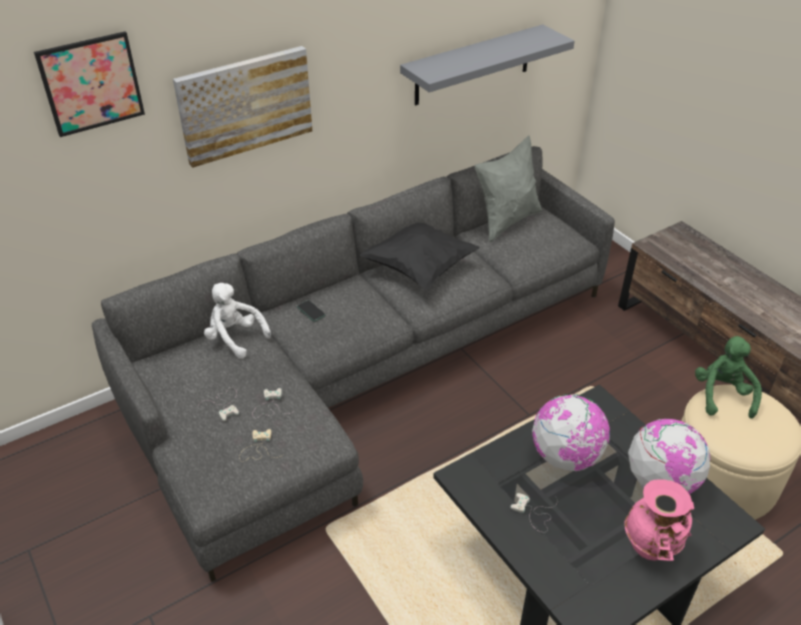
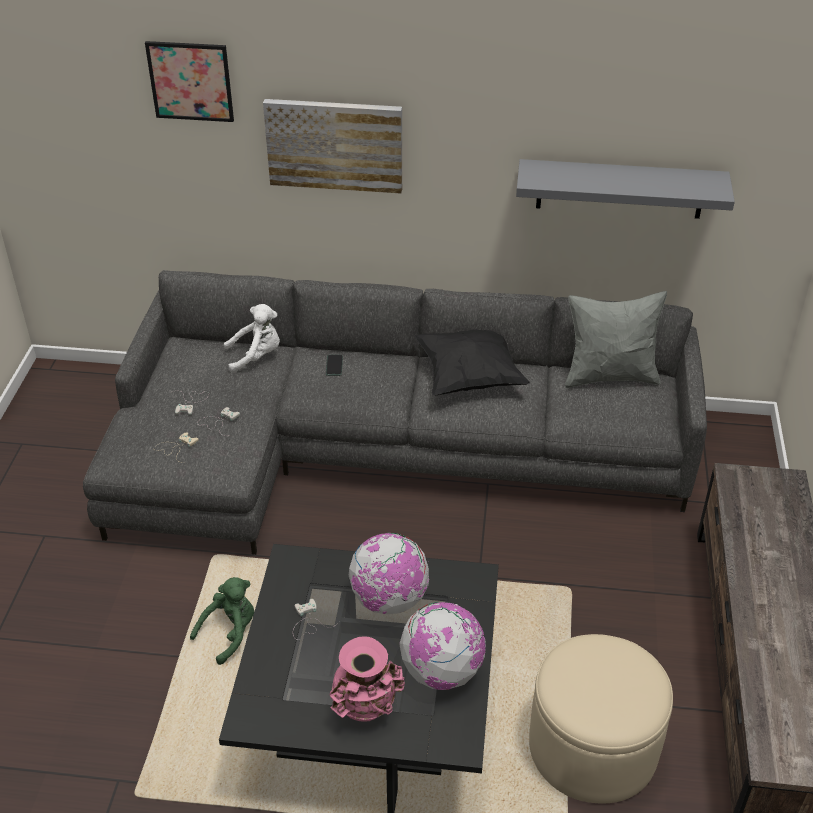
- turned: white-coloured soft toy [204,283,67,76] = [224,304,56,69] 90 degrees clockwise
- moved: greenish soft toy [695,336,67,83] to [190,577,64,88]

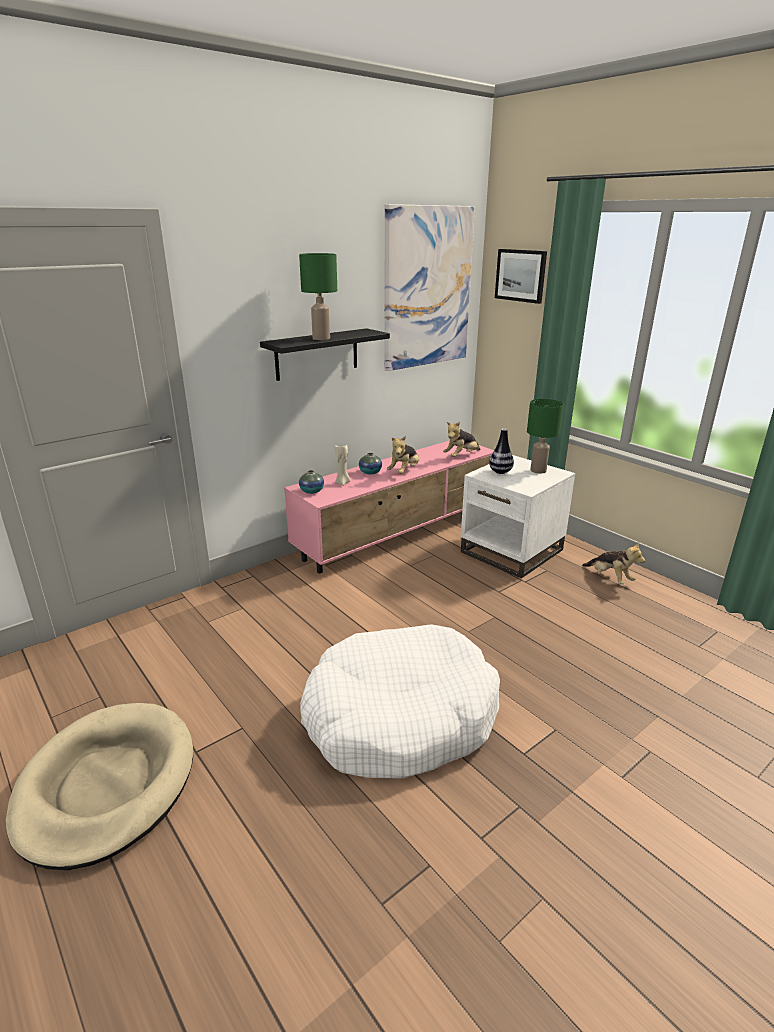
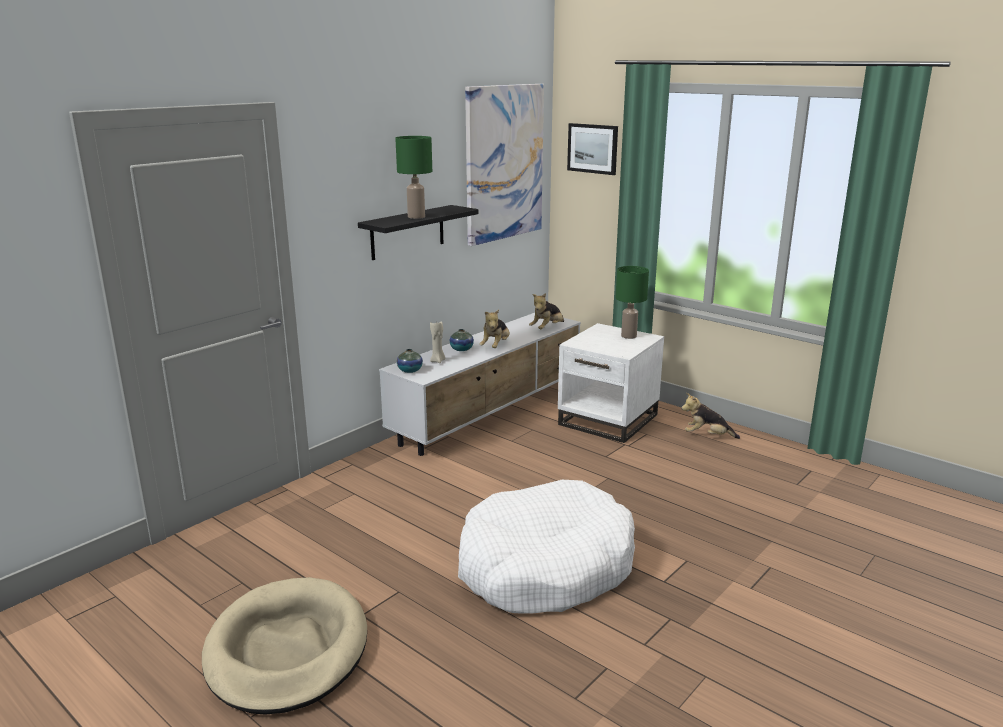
- removed: flower vase [489,429,25,45]
- recoloured: pink-coloured tv stand [284,441,210,132] to white-coloured tv stand [379,313,202,143]
- turned: soft toy [582,542,63,42] = [681,393,59,46] 150 degrees clockwise

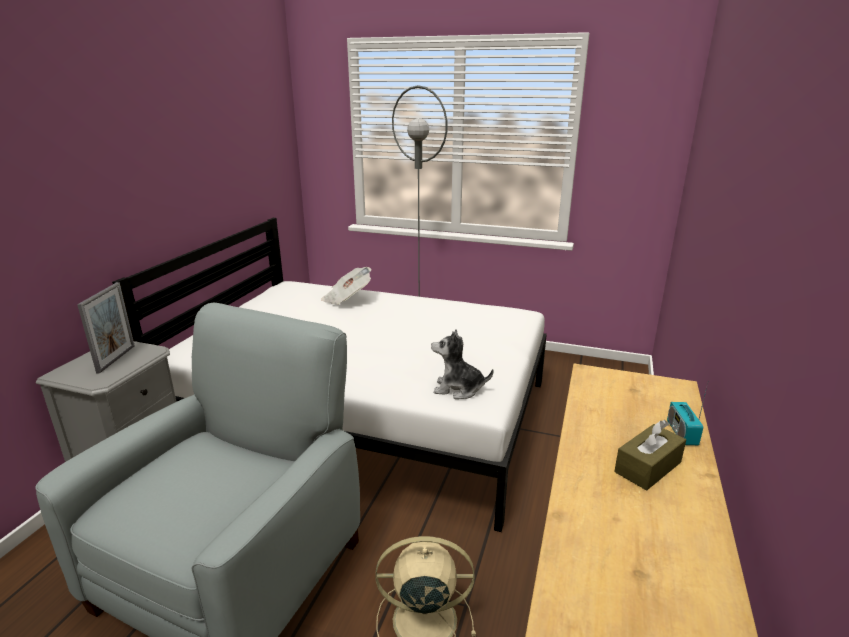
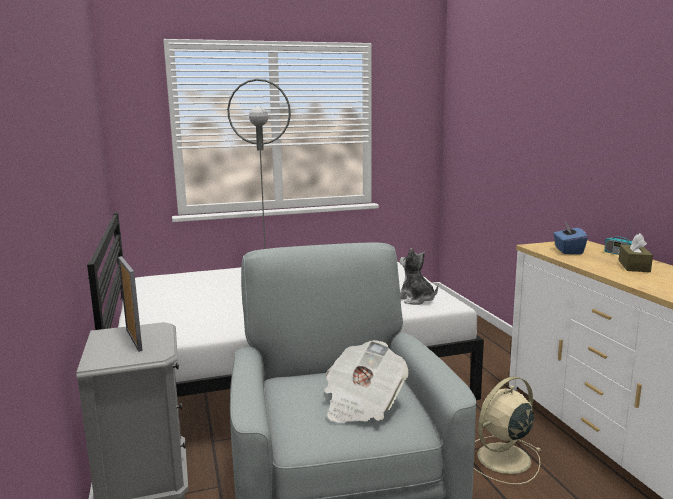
- moved: newspaper [321,267,51,38] to [324,340,85,83]
- turned: soft toy [431,330,63,69] = [399,248,39,57] 75 degrees clockwise
- added: blue-coloured tissue holder [553,222,35,32]

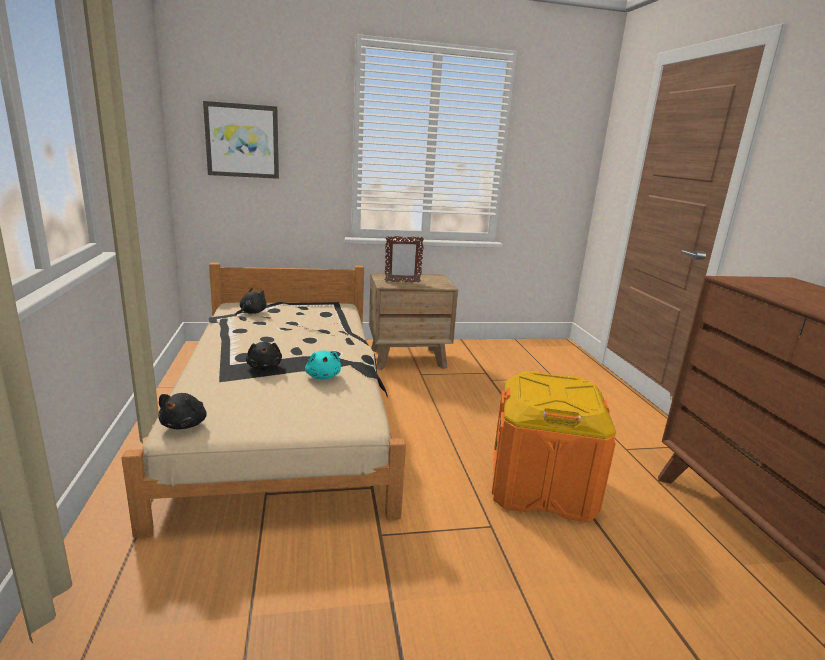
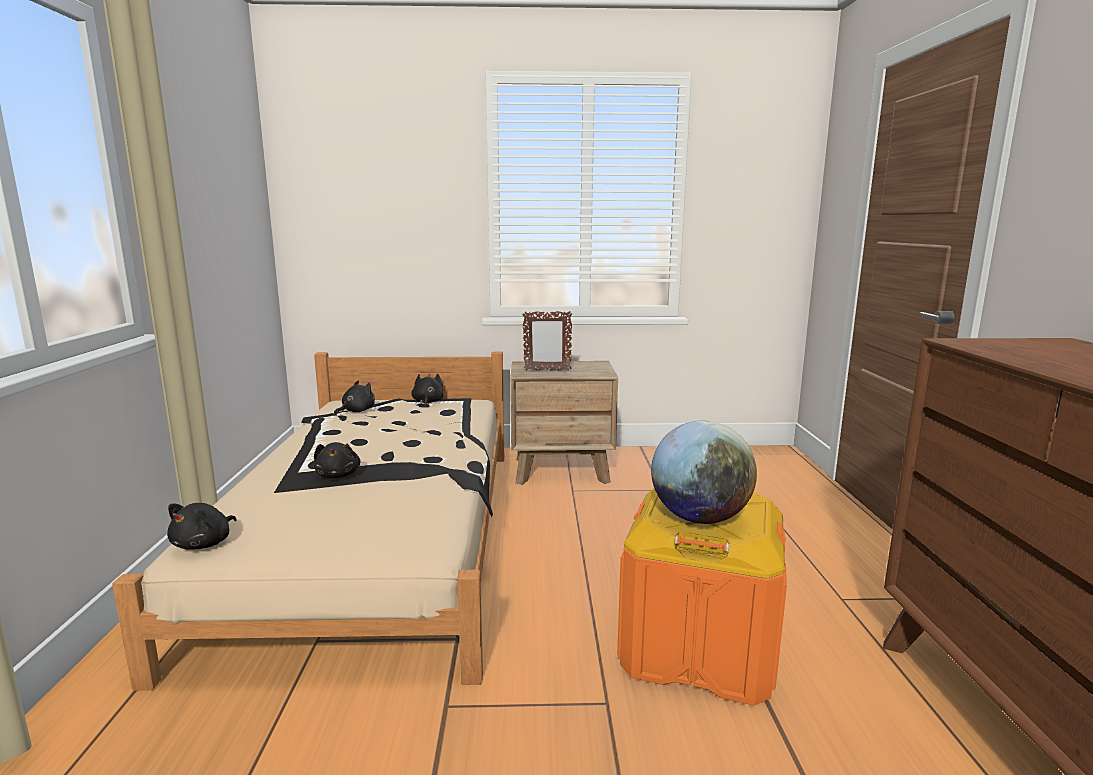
- removed: wall art [203,101,76,78]
- removed: blue-green soft toy [305,350,36,30]
- added: blackish soft toy [411,374,32,33]
- added: world globe [651,420,106,104]

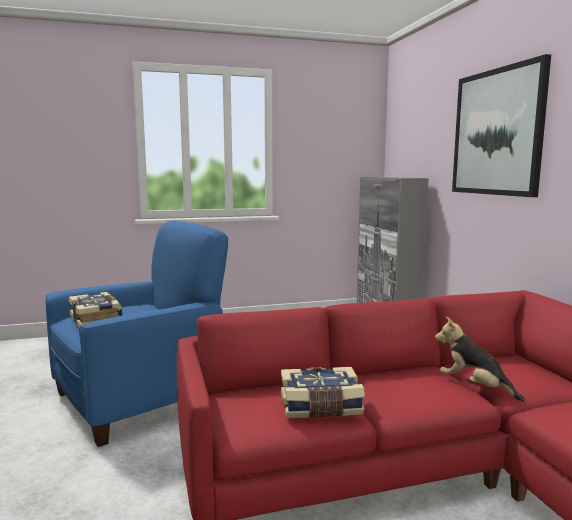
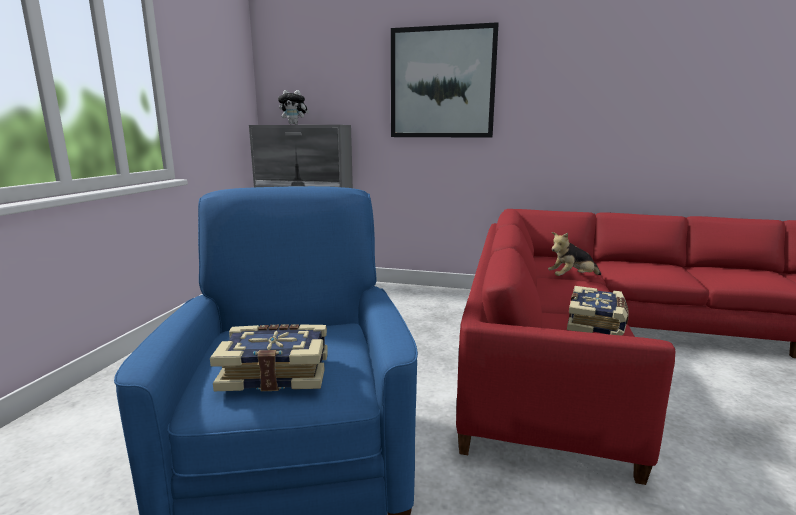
- added: soft toy [278,90,31,35]

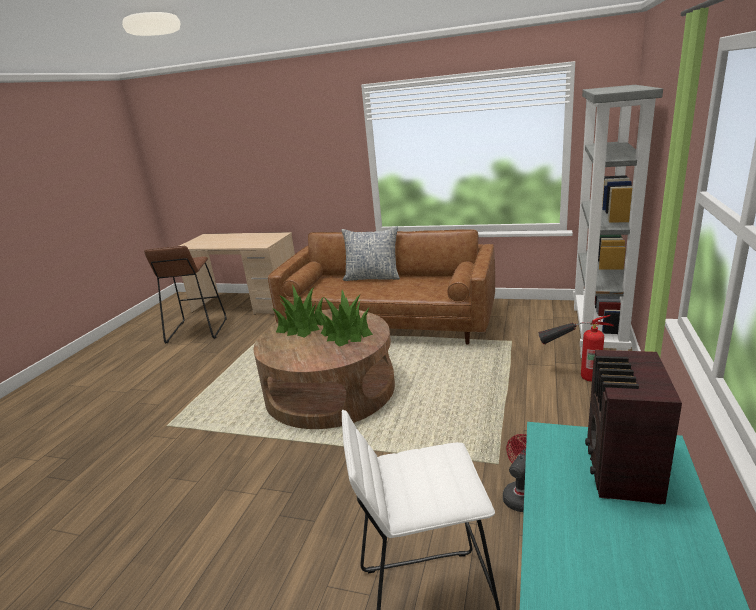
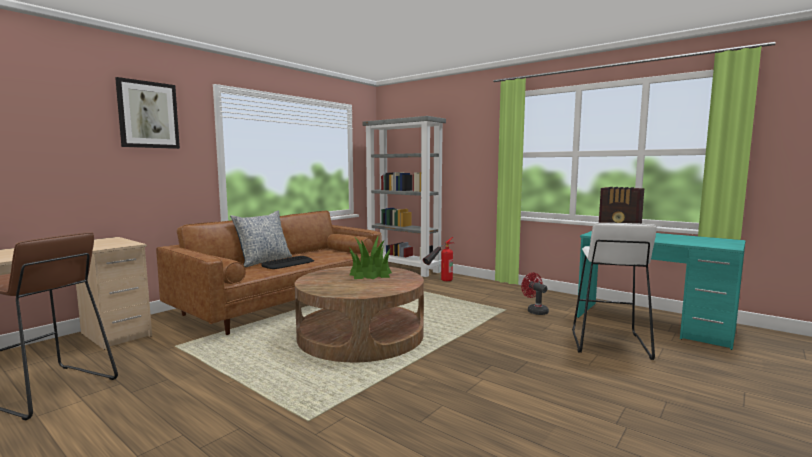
- removed: houseplant [272,284,51,54]
- added: wall art [115,77,65,72]
- added: keyboard [261,256,53,13]

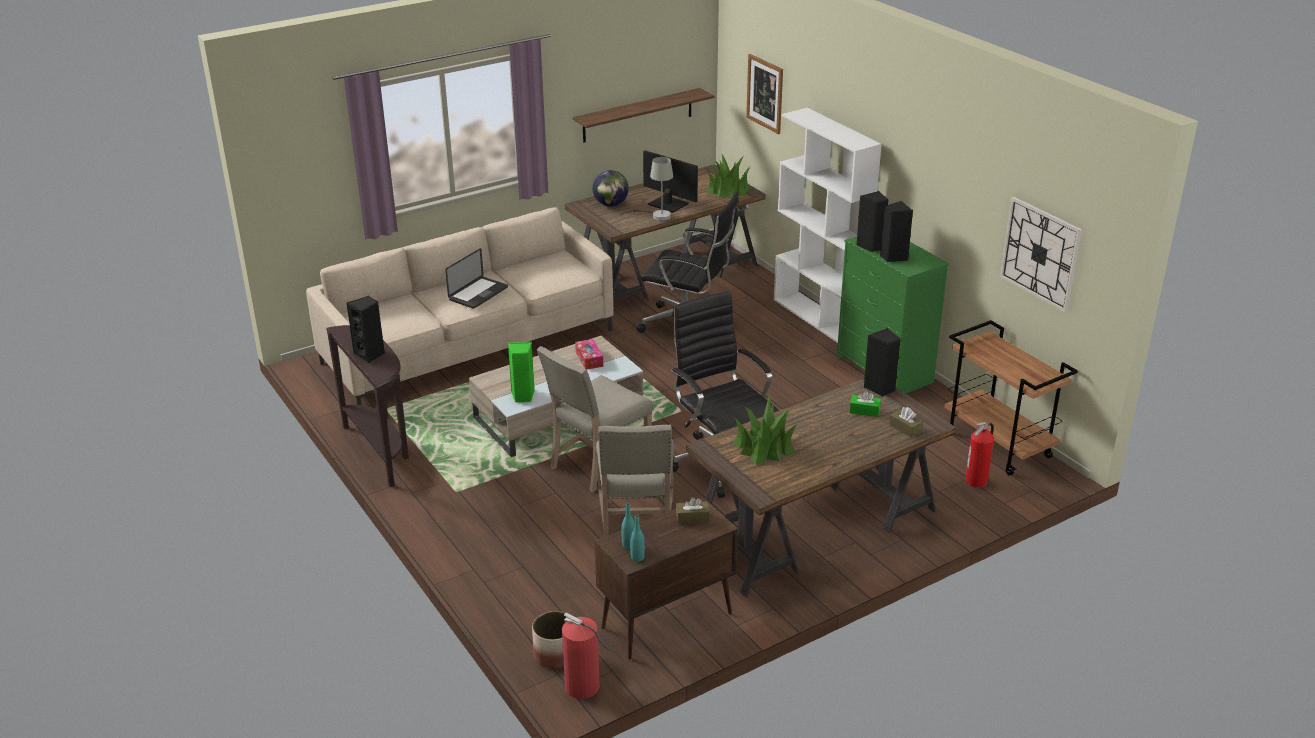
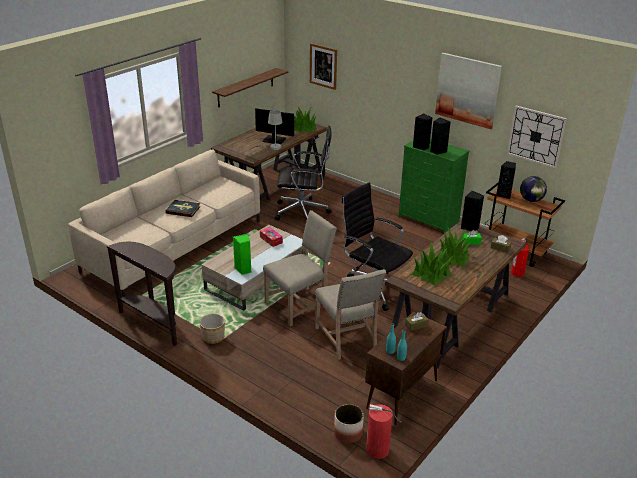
- removed: white-coloured shelving unit [774,108,108,235]
- moved: world globe [593,170,36,37] to [520,176,27,26]
- replaced: laptop [445,248,63,61] to volume [165,200,35,17]
- moved: blackish speaker [347,296,38,67] to [496,161,20,38]
- turned: beige-coloured upright chair [537,346,116,146] = [263,210,74,116] 150 degrees counterclockwise
- added: wall art [435,53,67,76]
- added: houseplant [437,226,34,41]
- added: flower pot [200,314,25,30]

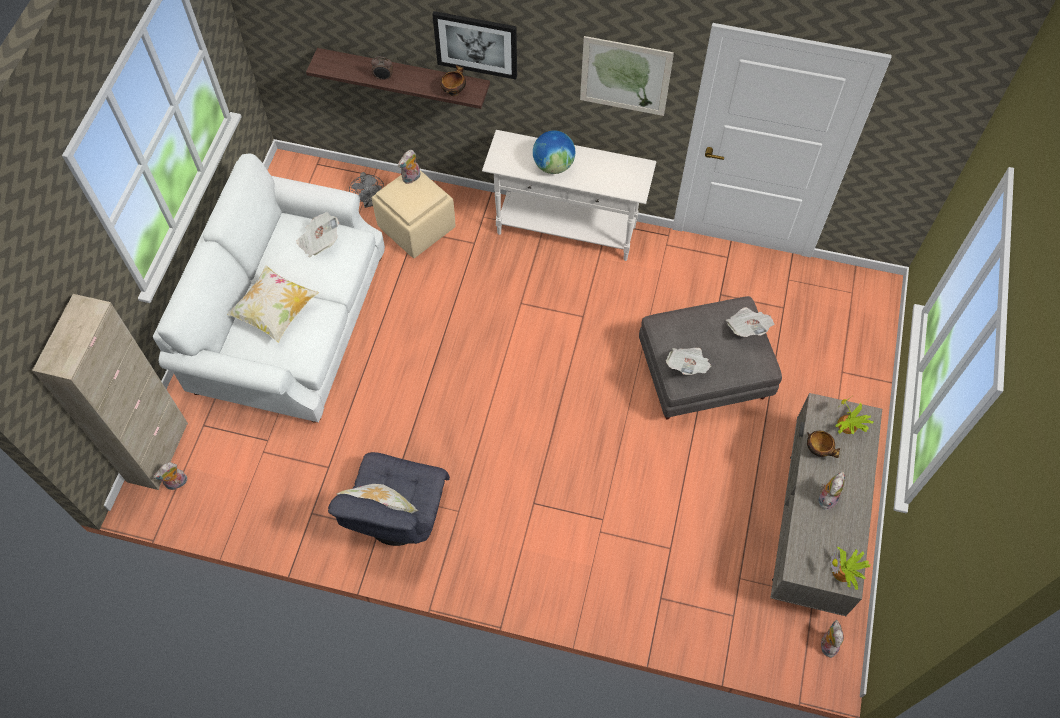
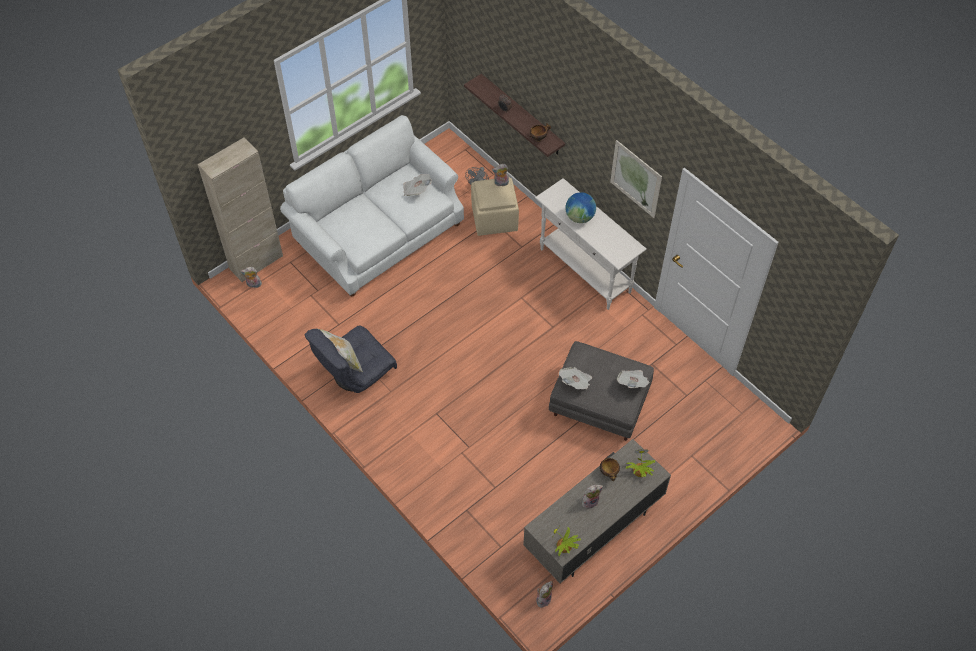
- removed: wall art [432,11,85,68]
- removed: throw pillow [227,265,92,78]

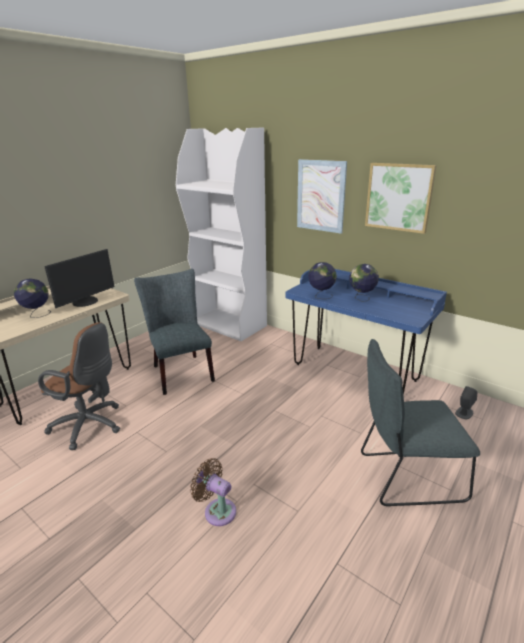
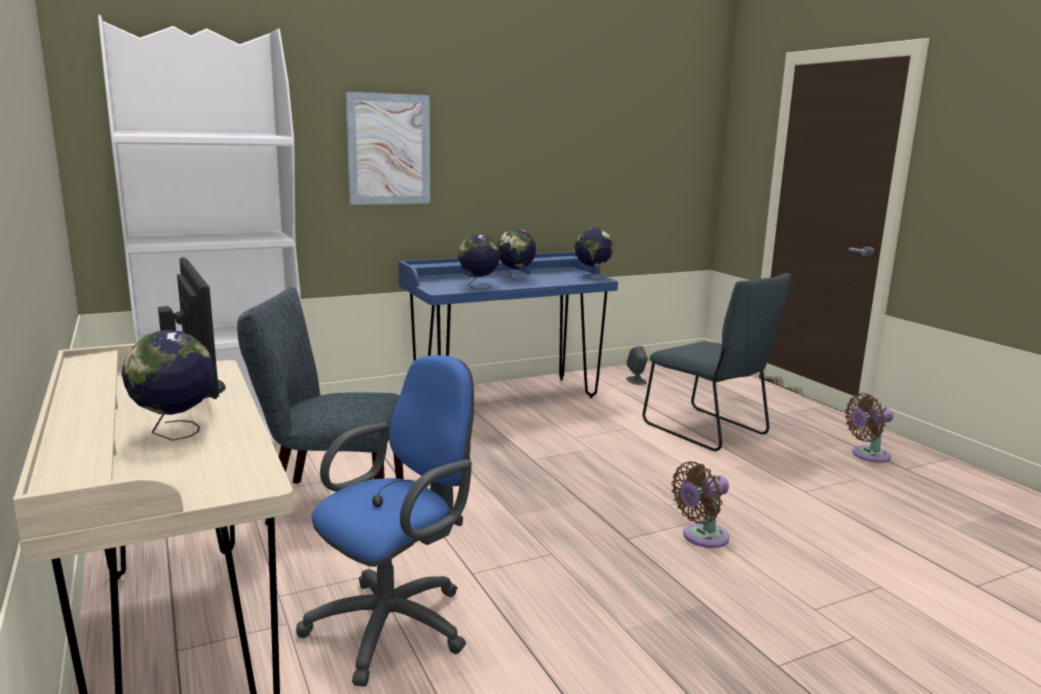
- removed: wall art [365,163,72,71]
- recoloured: brownish desk chair [38,322,82,128] to blue-coloured desk chair [296,355,178,332]
- turned: gray upright chair [361,339,119,167] = [643,273,148,178] 60 degrees counterclockwise
- added: world globe [575,228,38,52]
- added: brownish fan [845,393,48,70]

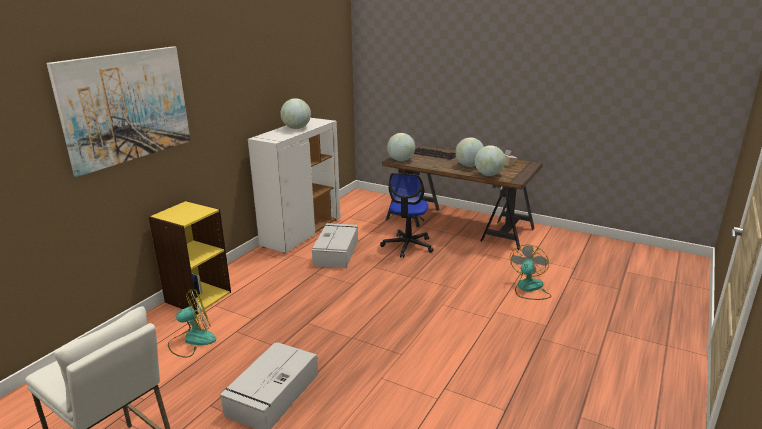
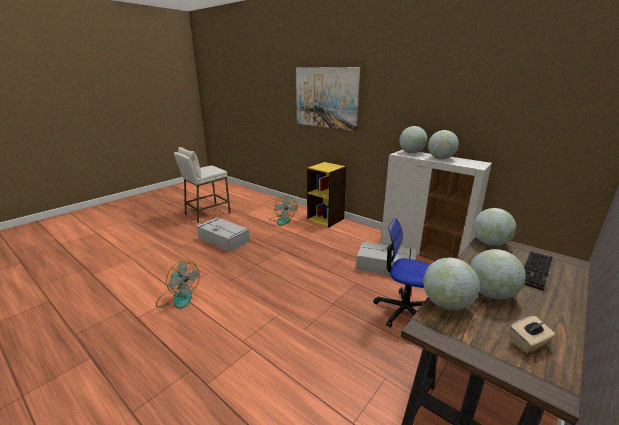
- moved: fan [510,244,41,56] to [156,260,44,49]
- added: world globe [399,126,28,27]

